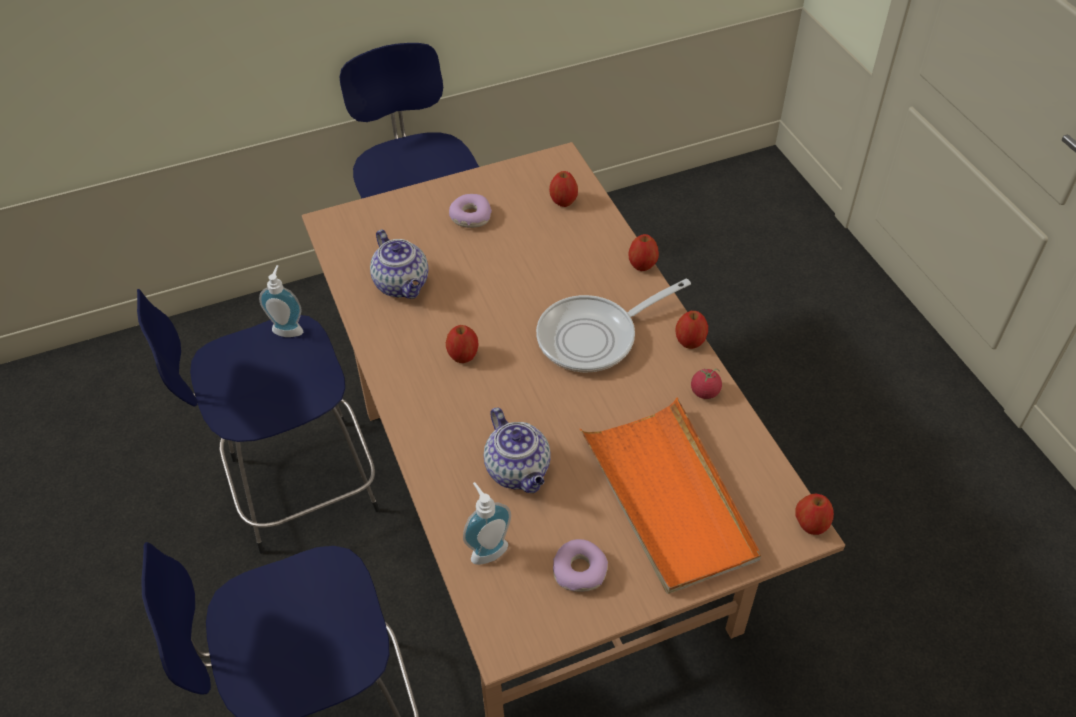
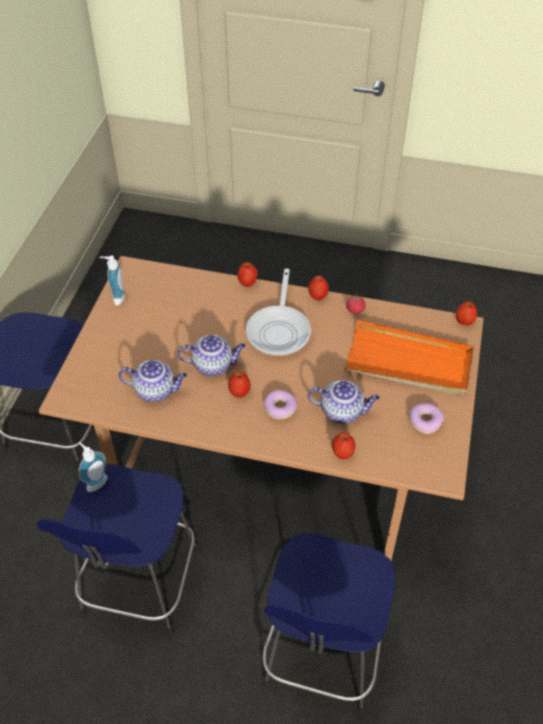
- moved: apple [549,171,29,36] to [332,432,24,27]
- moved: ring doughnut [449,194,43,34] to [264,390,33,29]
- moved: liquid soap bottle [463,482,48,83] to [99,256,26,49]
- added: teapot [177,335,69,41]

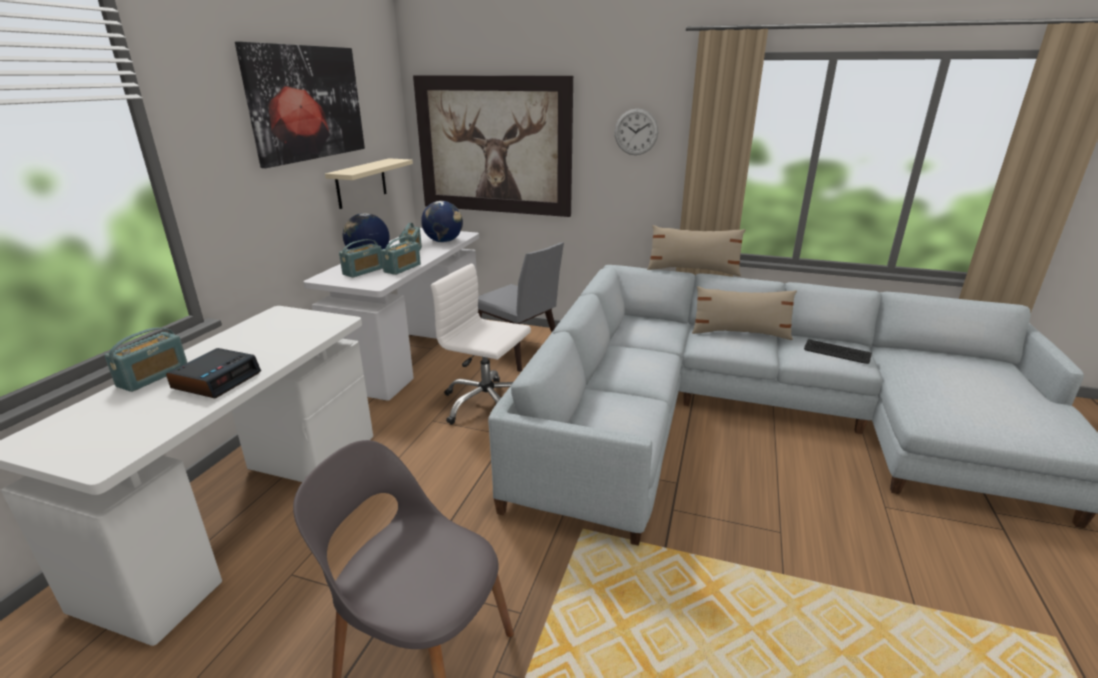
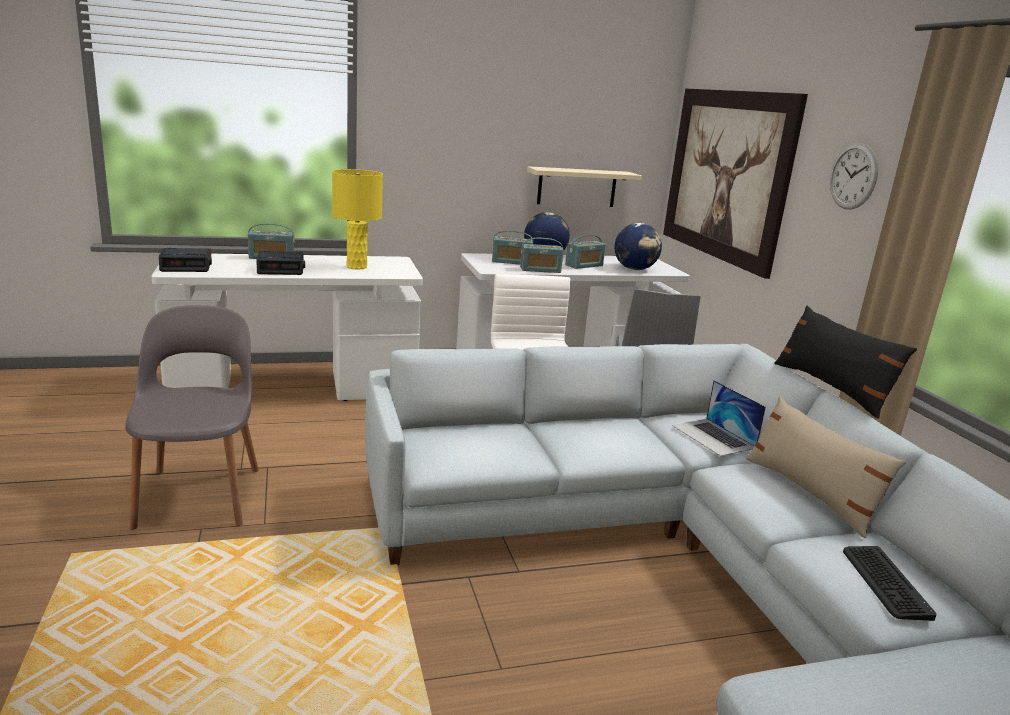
- removed: wall art [235,42,130,126]
- recoloured: beige-coloured throw pillow [647,225,99,51] to blackish throw pillow [774,306,143,112]
- added: yellow lamp for a table [332,169,51,101]
- added: table clock [159,248,53,24]
- added: laptop [672,380,94,76]

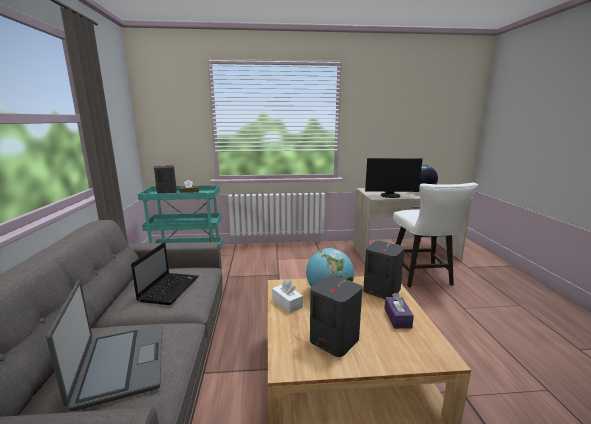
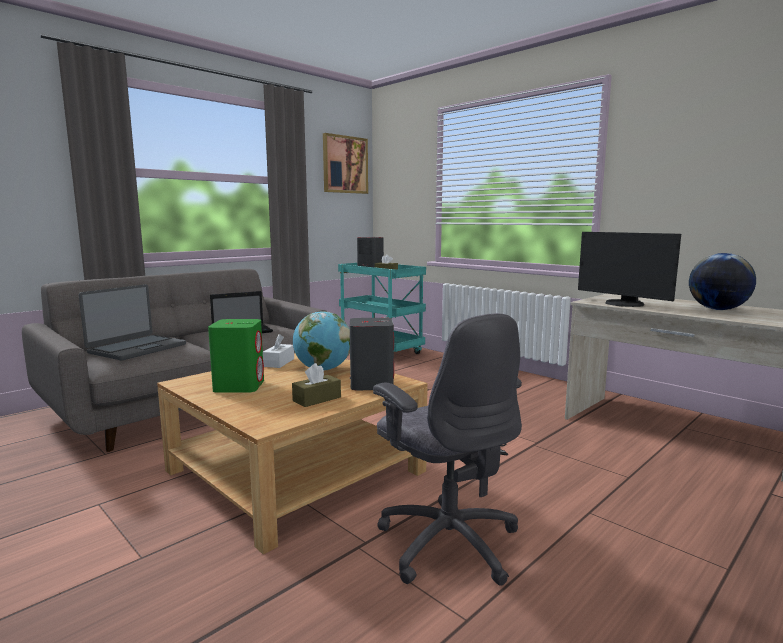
- removed: white-coloured sitting stool [393,183,85,104]
- recoloured: gray speaker [310,275,52,82] to greenish speaker [208,319,56,74]
- recoloured: purple-coloured tissue holder [384,293,30,36] to brownish tissue holder [292,363,49,44]
- added: wall art [323,133,45,61]
- added: gray desk chair [373,313,149,273]

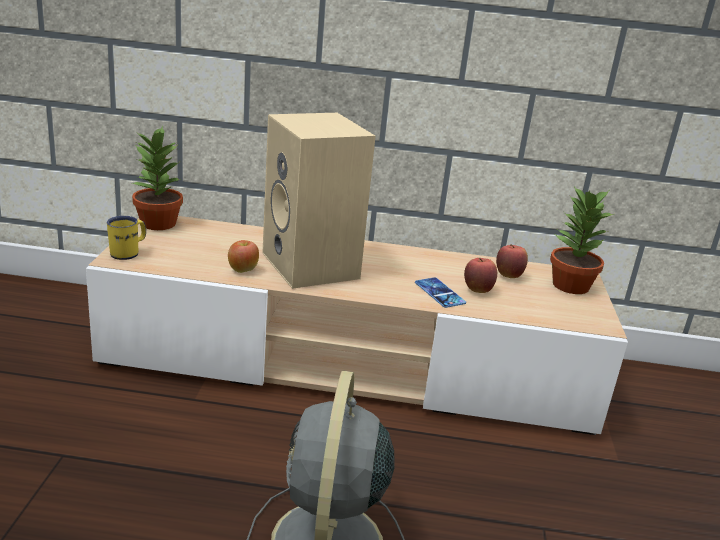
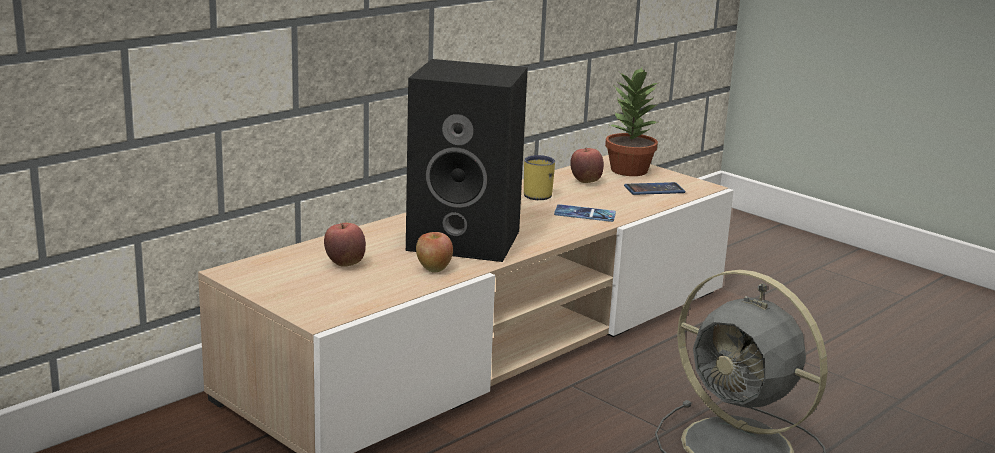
- recoloured: beige-coloured speaker [262,113,114,176] to blackish speaker [406,59,122,203]
- removed: houseplant [132,126,51,104]
- moved: yellow tea mug [107,216,39,44] to [524,155,31,45]
- moved: apple [464,258,33,35] to [324,223,42,44]
- added: telephone [624,182,61,13]

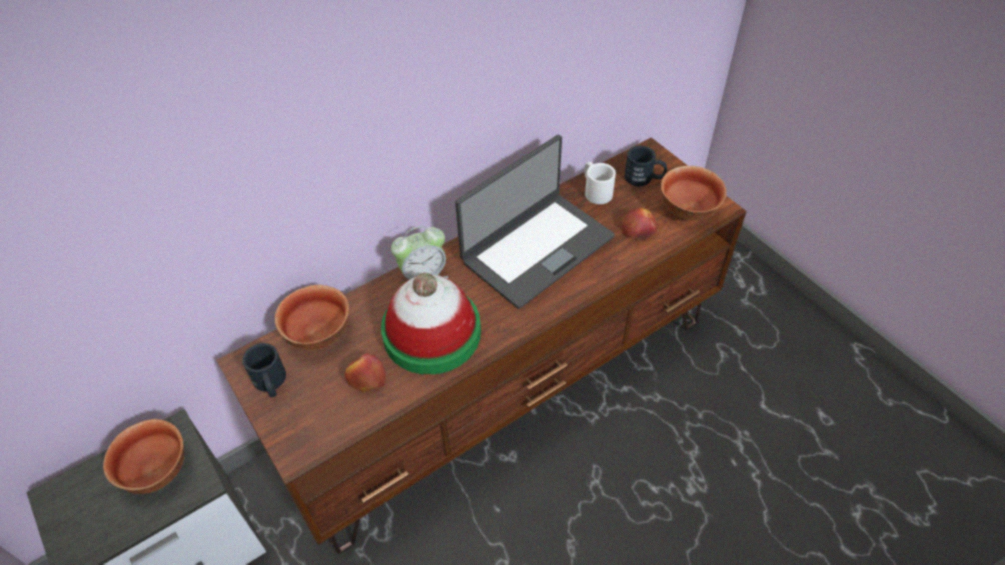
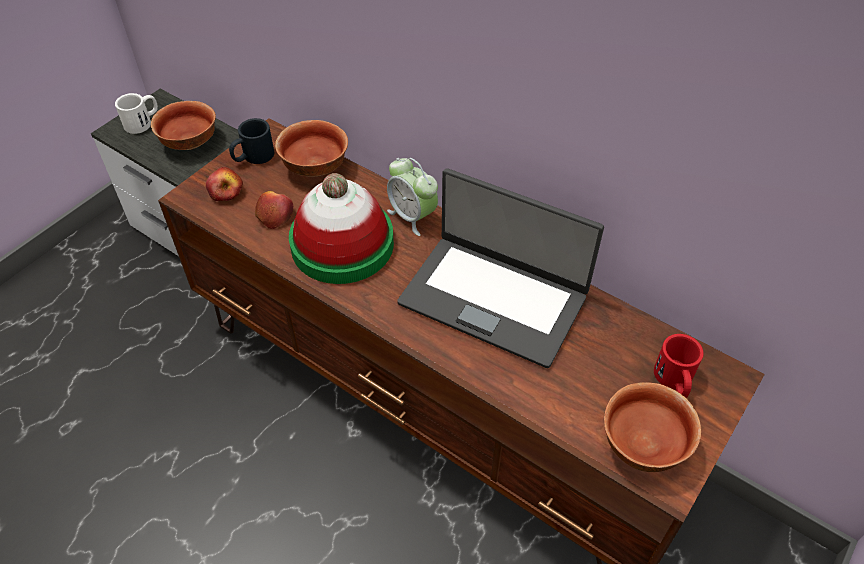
- recoloured: blackish tea mug [624,146,43,40] to red tea mug [654,334,50,64]
- moved: white-coloured tea mug [584,162,32,42] to [115,93,43,41]
- moved: apple [622,208,35,32] to [206,167,37,34]

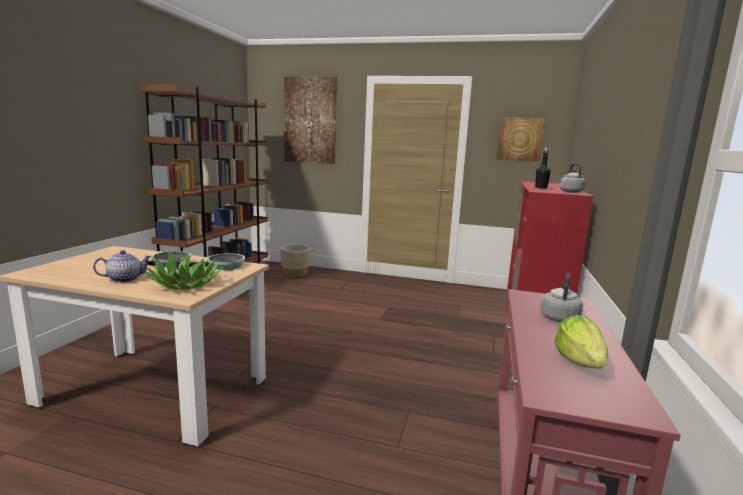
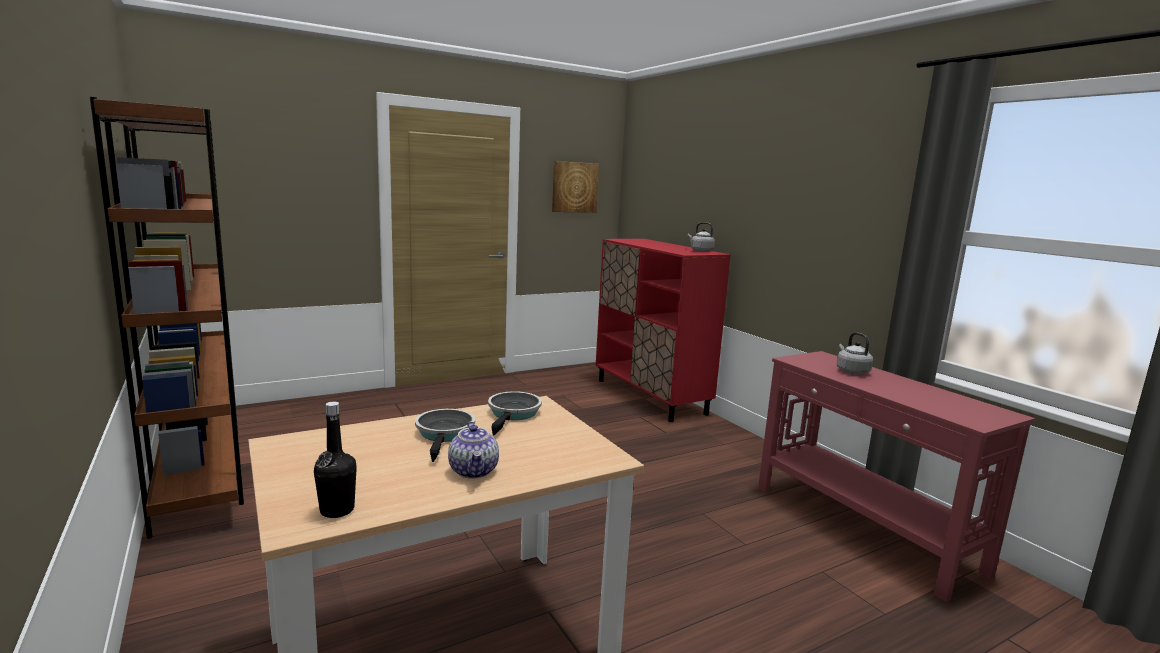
- removed: wall art [284,76,53,88]
- moved: blackish drink bottle [535,147,16,42] to [314,402,43,116]
- removed: beige-coloured flower pot [281,244,29,33]
- turned: teapot [93,250,59,33] = [448,422,51,57] 150 degrees clockwise
- removed: houseplant [145,251,78,39]
- removed: lettuce [554,315,54,54]

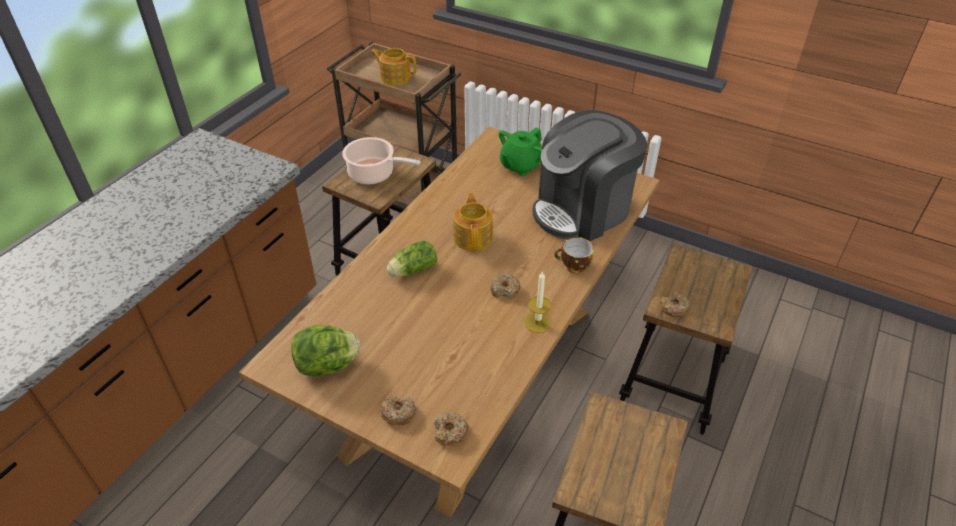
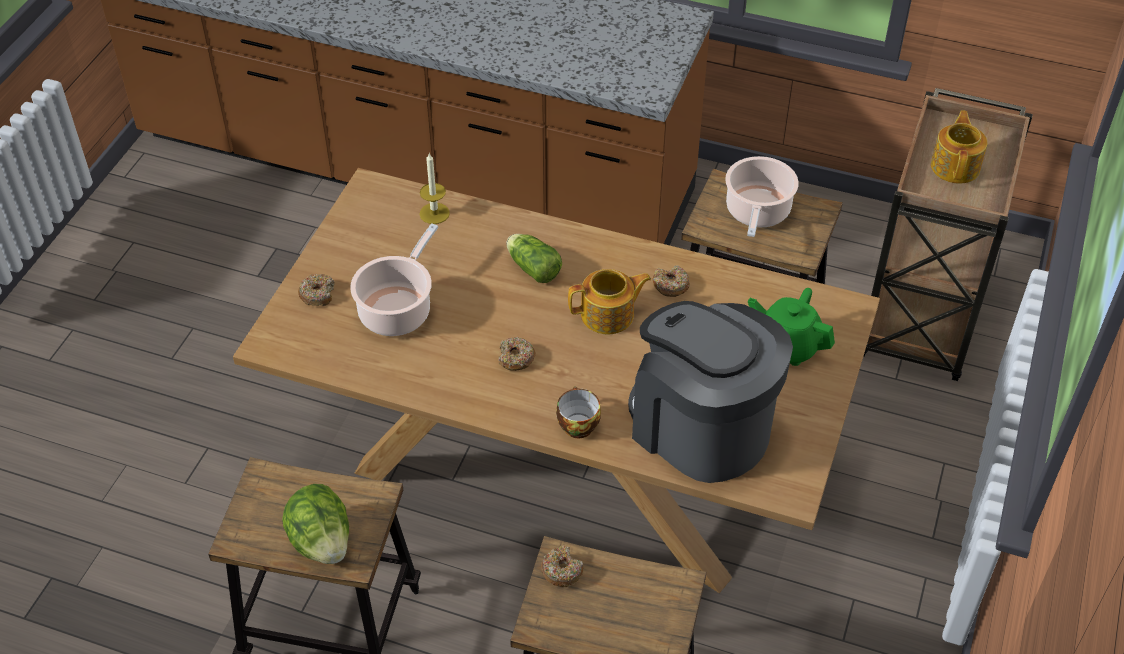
- moved: candle [525,271,27,62] to [419,153,31,71]
- moved: lettuce [291,325,69,51] to [282,484,67,80]
- moved: ring doughnut [434,412,35,34] to [653,265,37,32]
- added: cooking pot [350,223,88,113]

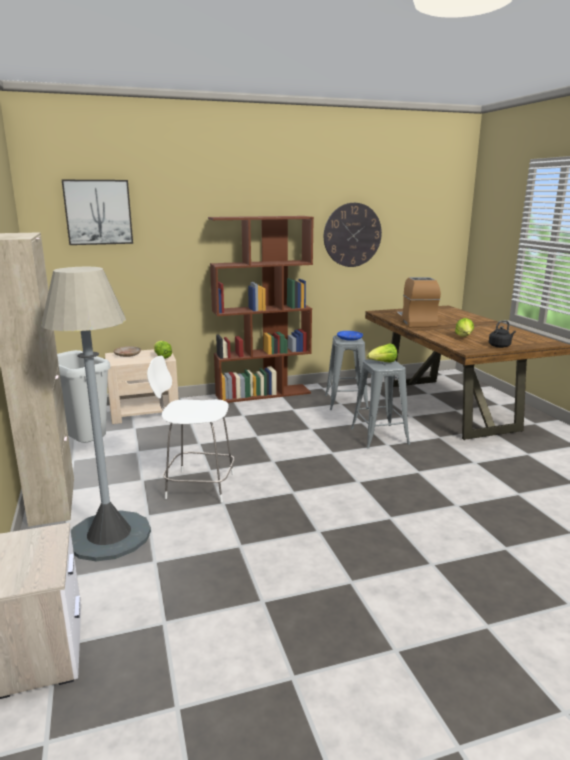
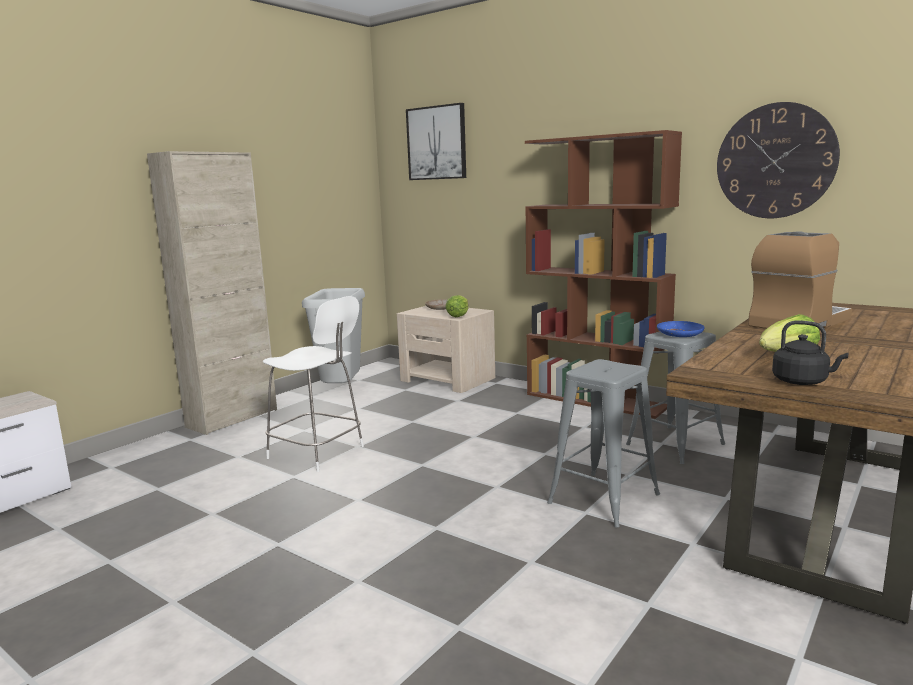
- removed: gray floor lamp [41,267,110,294]
- removed: lettuce [367,343,30,20]
- turned: white-coloured upright chair [147,356,88,146] = [263,296,101,176] 150 degrees clockwise

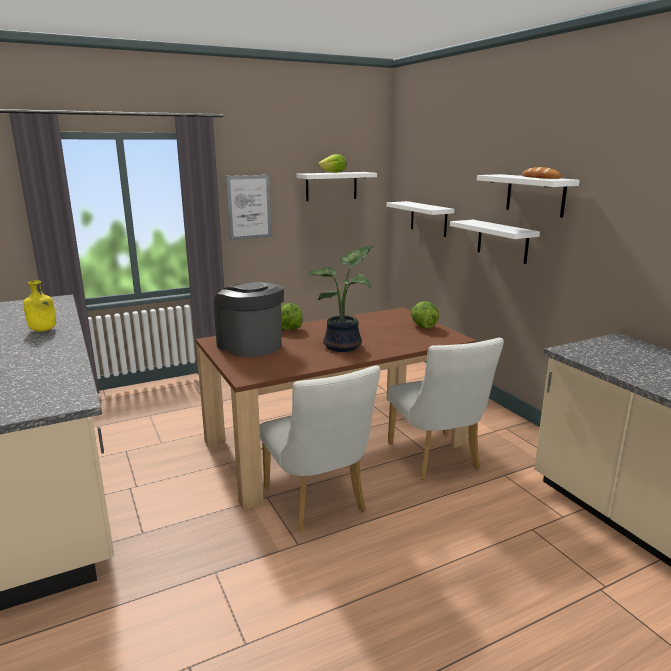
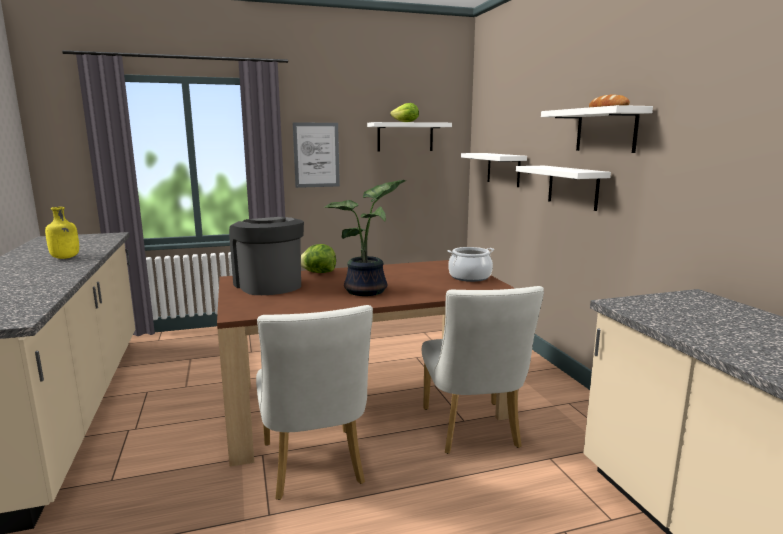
- replaced: lettuce [411,301,28,28] to cooking pot [448,247,46,35]

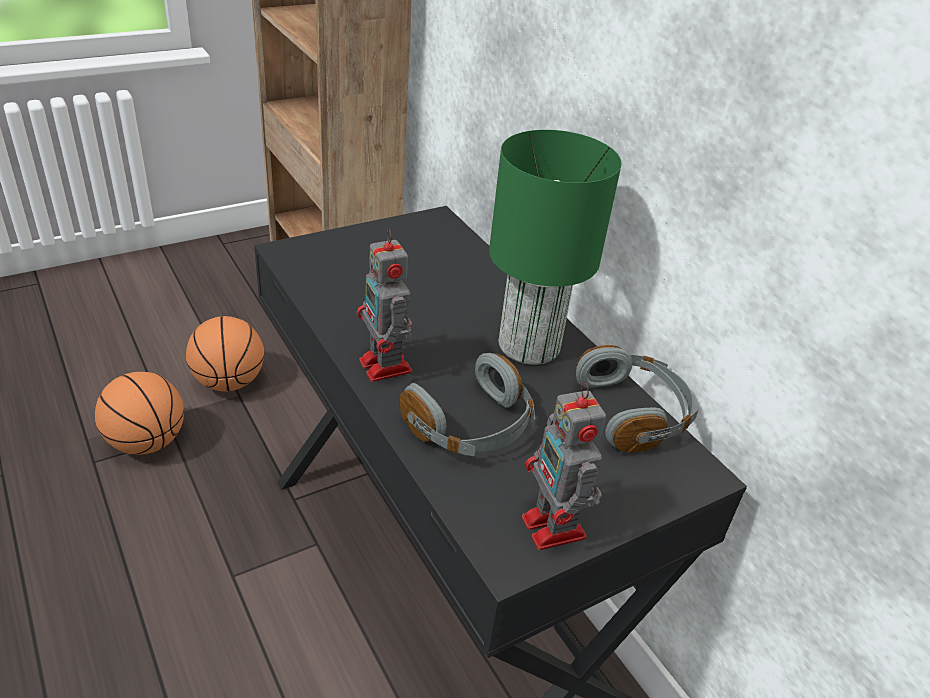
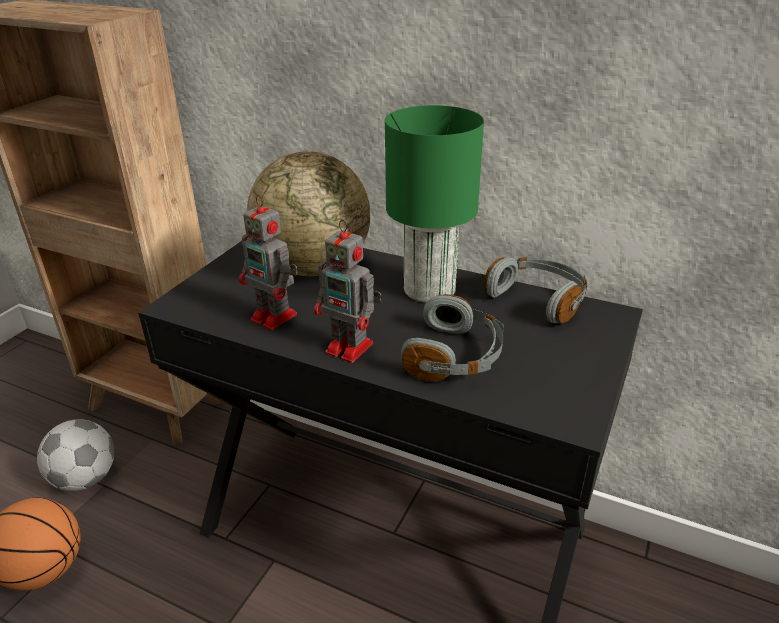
- replaced: ball for basketball [186,316,79,76] to football [37,420,78,71]
- moved: toy robot [522,383,84,167] to [239,195,59,135]
- added: world globe [247,151,123,125]

